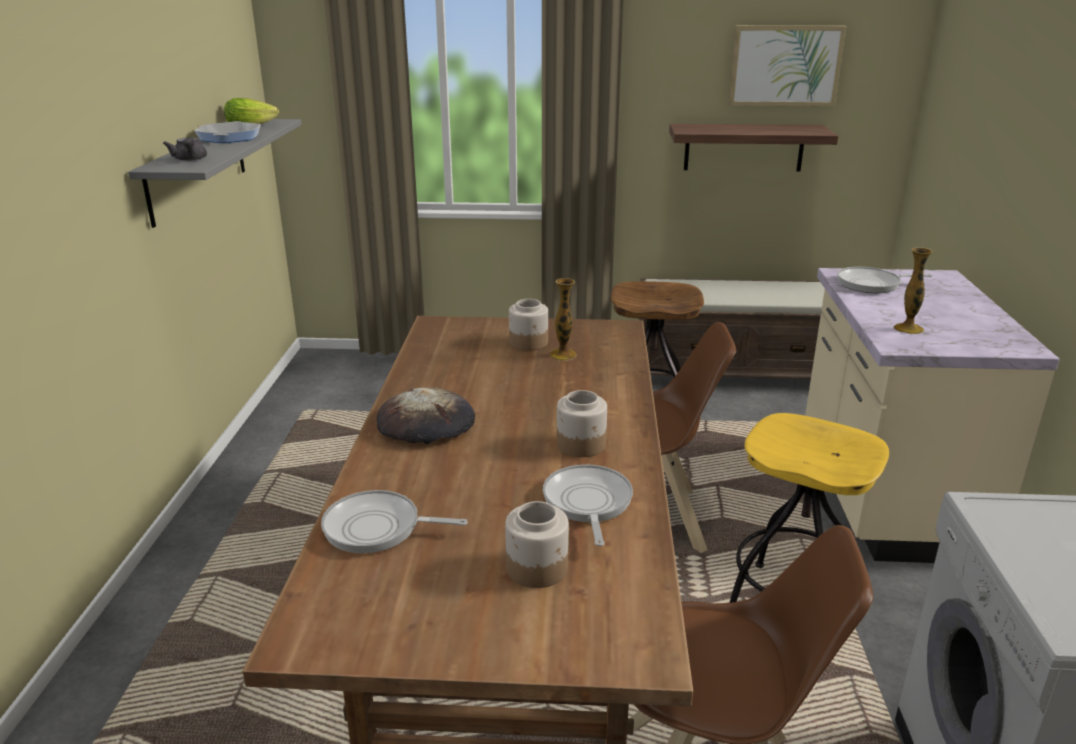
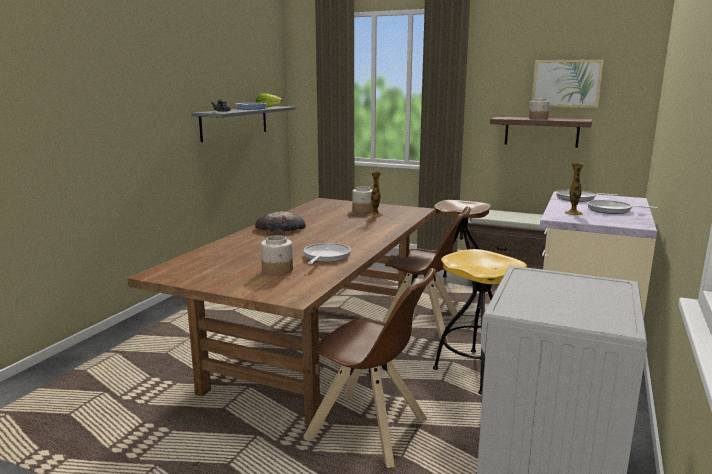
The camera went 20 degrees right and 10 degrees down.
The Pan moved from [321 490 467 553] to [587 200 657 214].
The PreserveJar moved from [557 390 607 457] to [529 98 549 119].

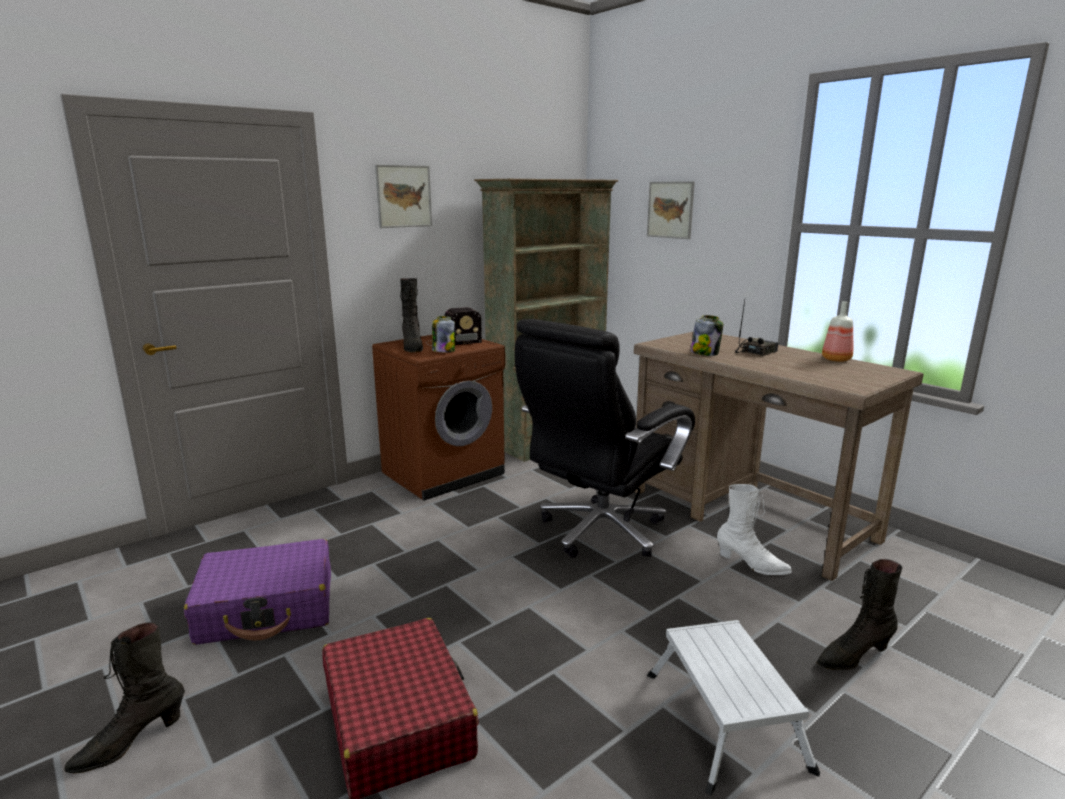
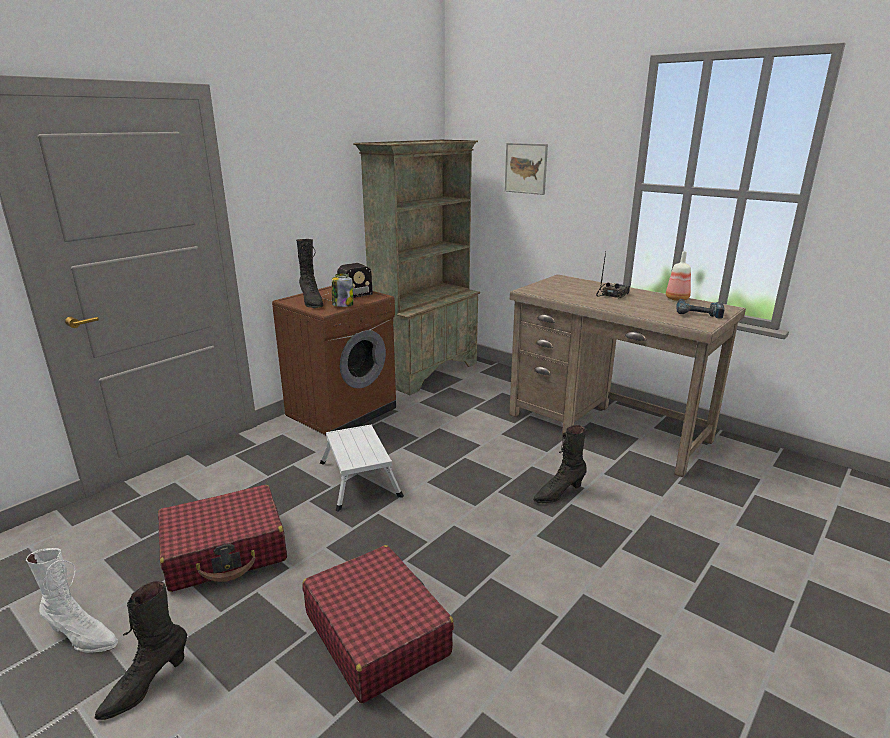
The camera went 10 degrees left and 5 degrees up.
The WallArt at [375 165 432 228] disappeared.
The BlackishOfficeChair at [515 319 695 558] disappeared.
The PreserveJar at [691 315 723 356] disappeared.
The PowerDrill at [676 299 725 319] appeared.
The WhiteColouredStepLadder moved from [647 620 820 796] to [319 424 404 512].
The WhiteColouredTallBoot moved from [717 484 791 575] to [26 548 118 653].
The BlackishTallBoot moved from [816 559 902 670] to [533 425 587 504].
The PurpleColouredPieceOfLuggage at [184 539 331 645] became the ReddishPieceOfLuggage at [158 485 287 592].

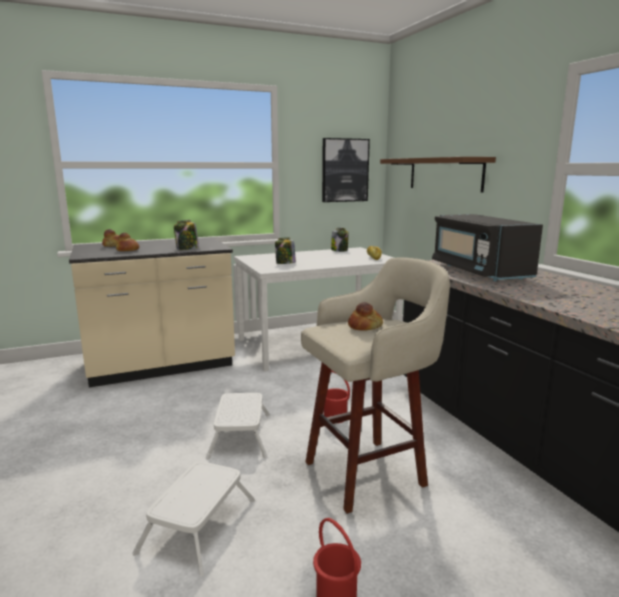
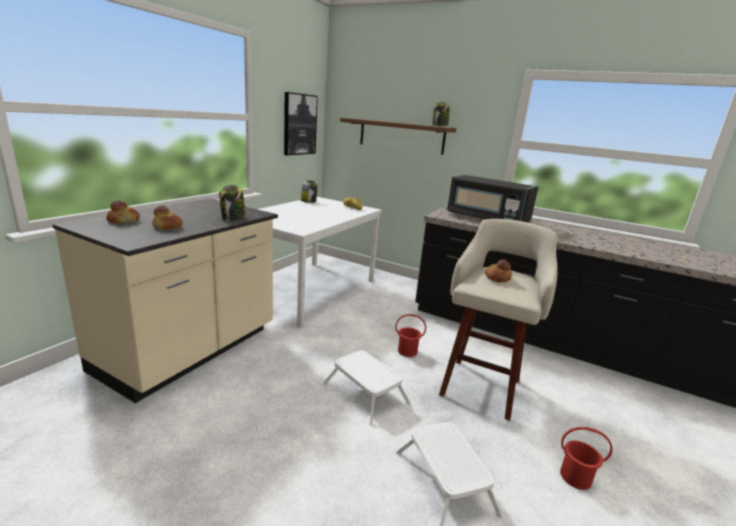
The camera went 40 degrees left and 5 degrees up.
The PreserveJar moved from [275 237 296 264] to [432 103 450 126].

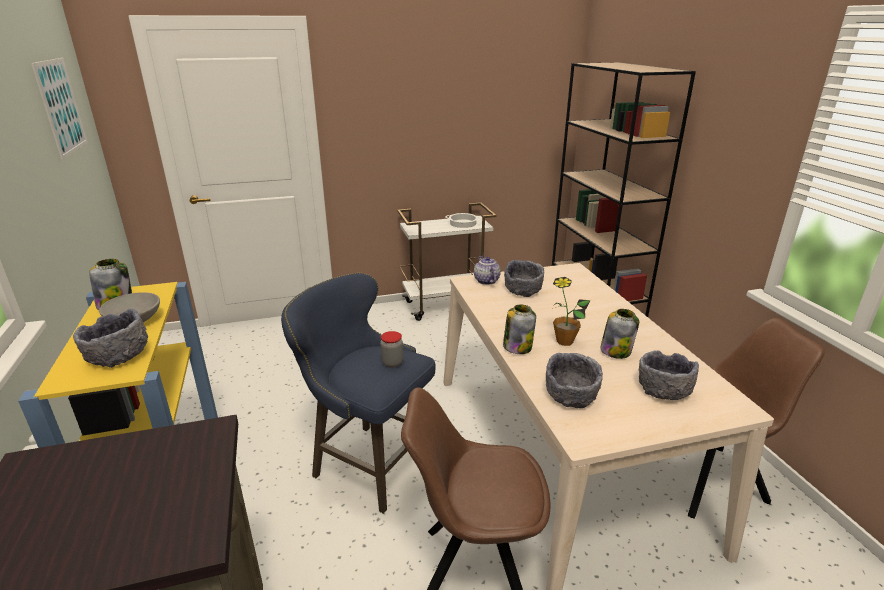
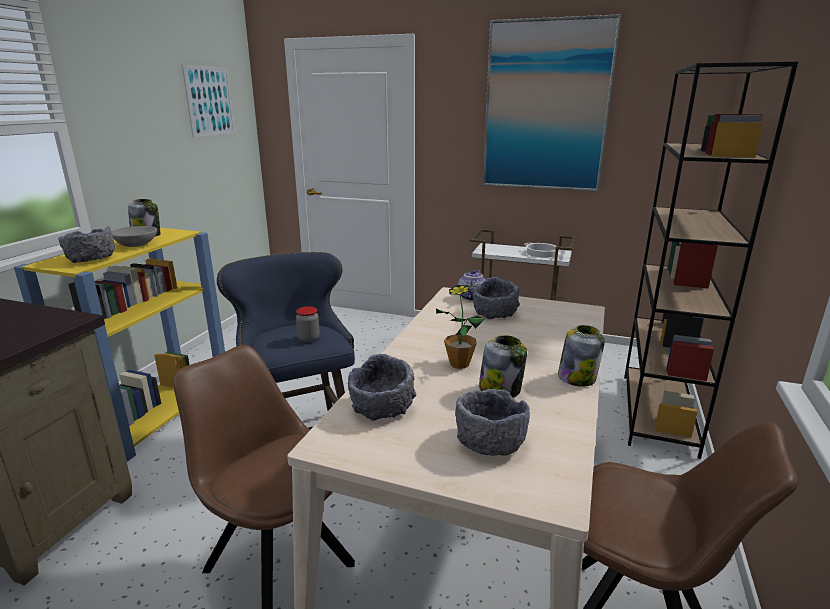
The camera went 35 degrees right and 5 degrees down.
The WallArt at [482 14 621 192] appeared.
The PreserveJar moved from [503 304 536 354] to [558 325 605 387].

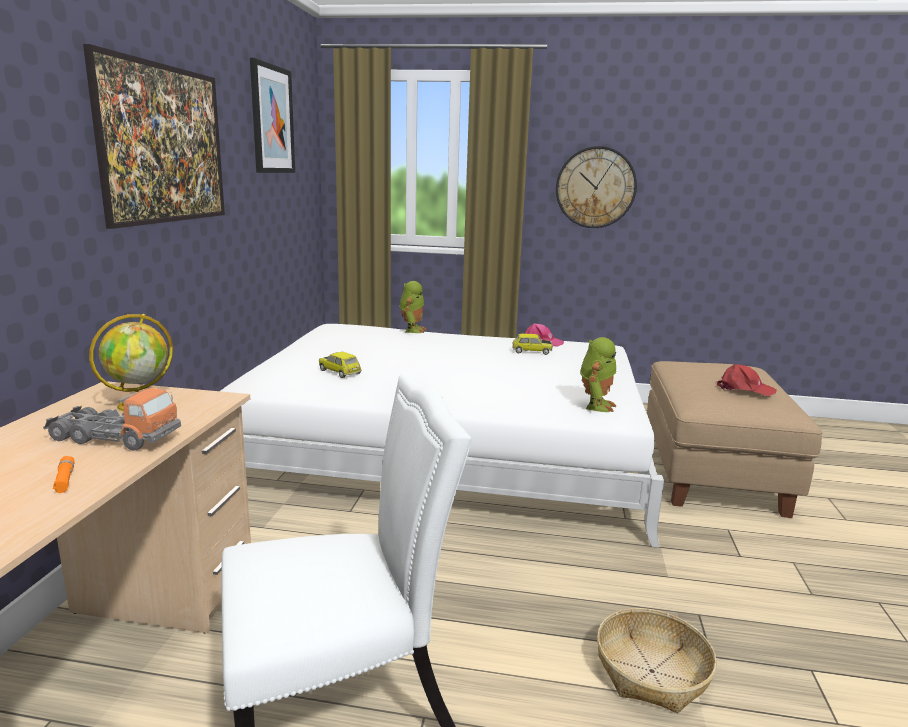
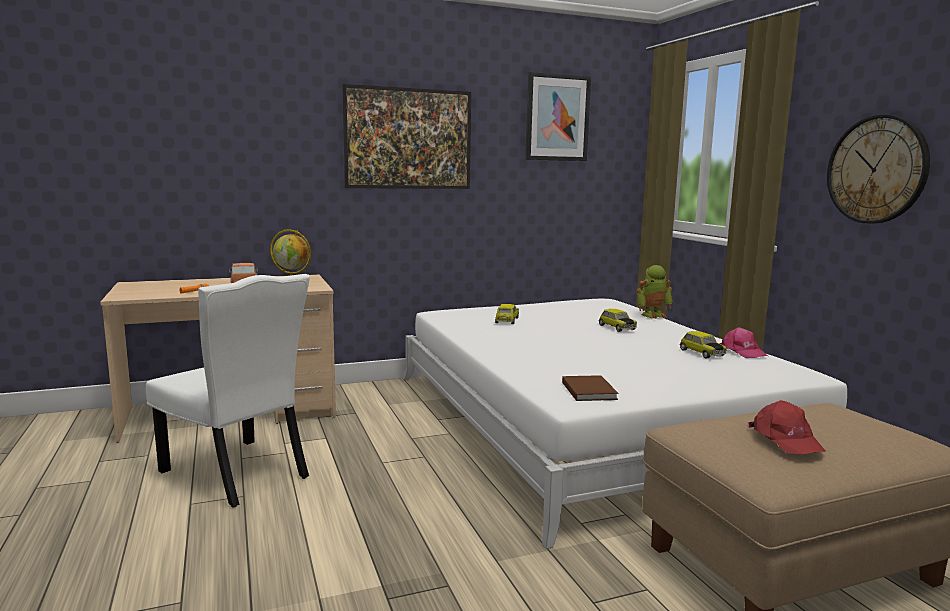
The camera went 60 degrees right and 5 degrees down.
The HouseholdBasket at [597 608 717 713] disappeared.
The MiniatureCar at [598 309 637 332] appeared.
The ToyRobot at [580 337 616 412] was replaced by the BrownishVolume at [562 375 618 401].

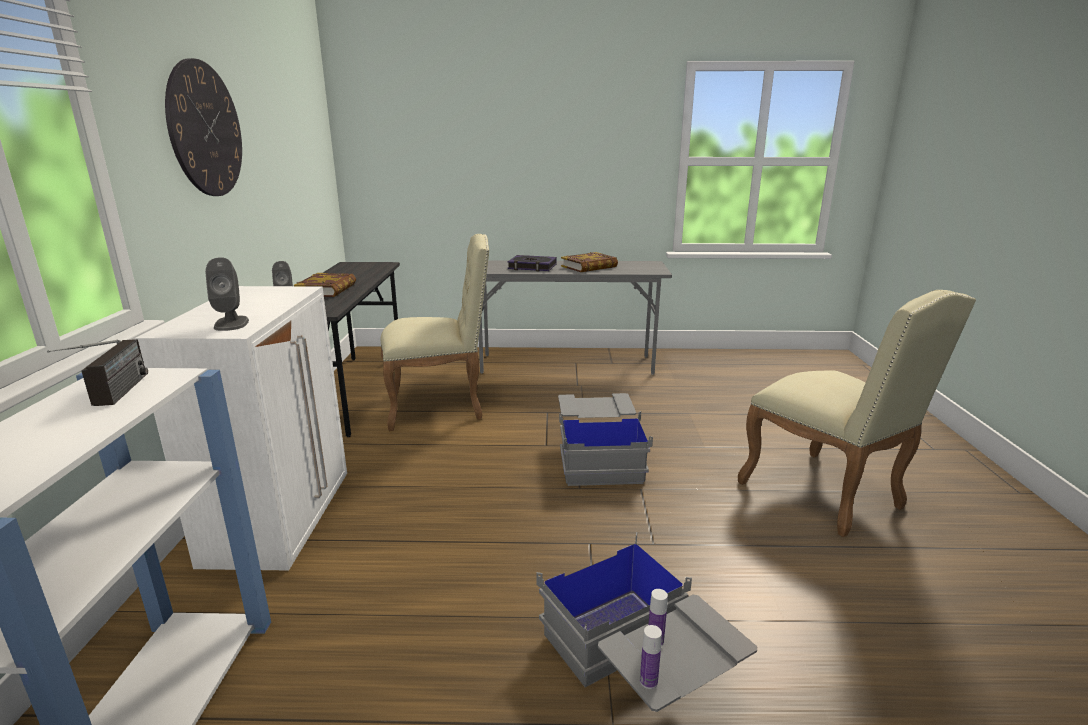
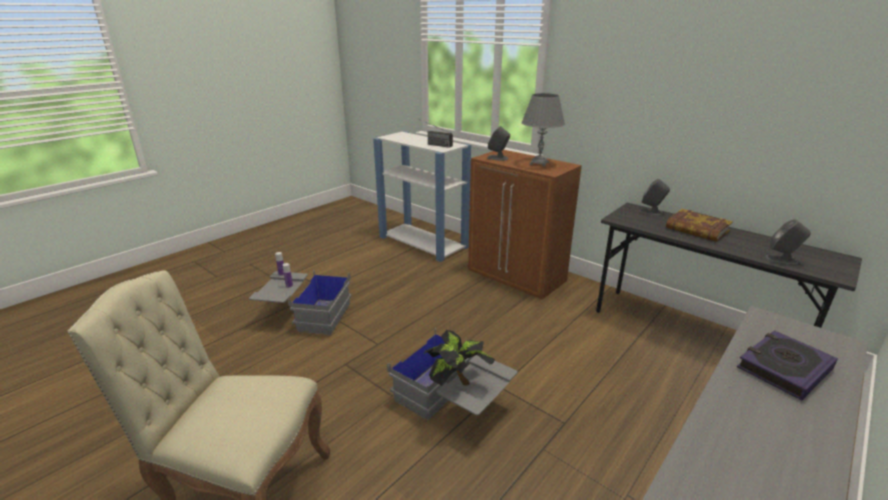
The camera went 130 degrees right and 5 degrees up.
The WallClock at [165 58 242 196] disappeared.
The BeigeColouredChair at [381 234 489 431] disappeared.
The Volume at [561 252 618 272] disappeared.
The PlantInAPot at [424 330 496 386] appeared.
The GreyLampForATable at [521 93 565 167] appeared.
The GreyLoudspeaker at [765 219 811 266] appeared.
The WhiteColouredCabinet at [135 286 347 570] became the BrownishCabinet at [468 150 582 300].

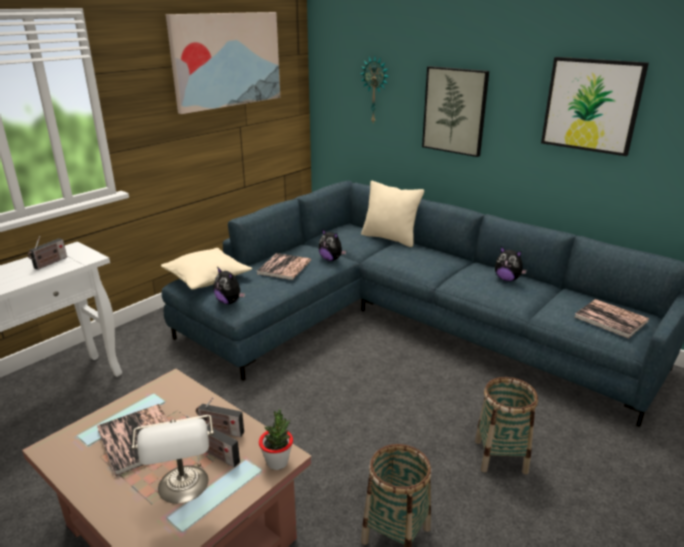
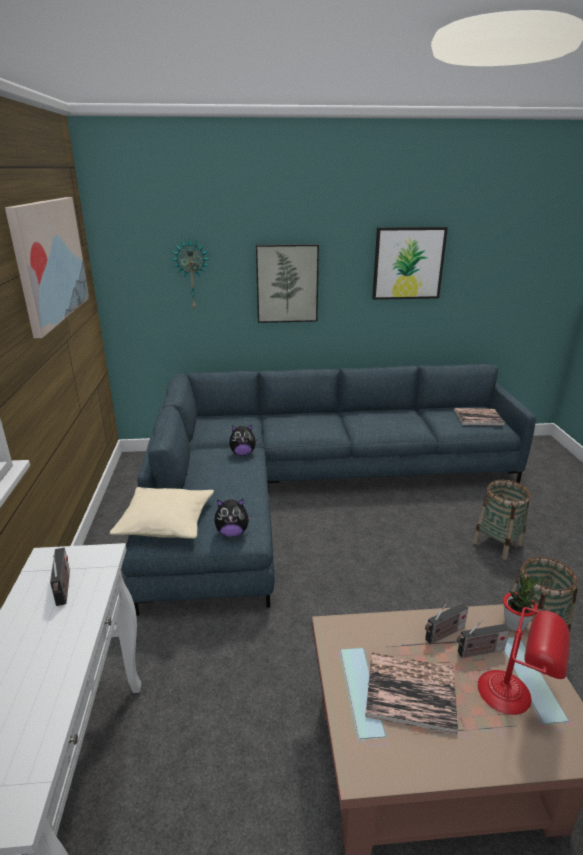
The camera went 45 degrees left and 0 degrees up.
The Volume at [257 253 311 280] disappeared.
The BeigeColouredCushion at [361 181 424 247] disappeared.
The SoftToy at [495 246 527 281] disappeared.
The WhiteColouredLampForATable at [131 415 214 504] became the ReddishLampForATable at [478 607 570 715].

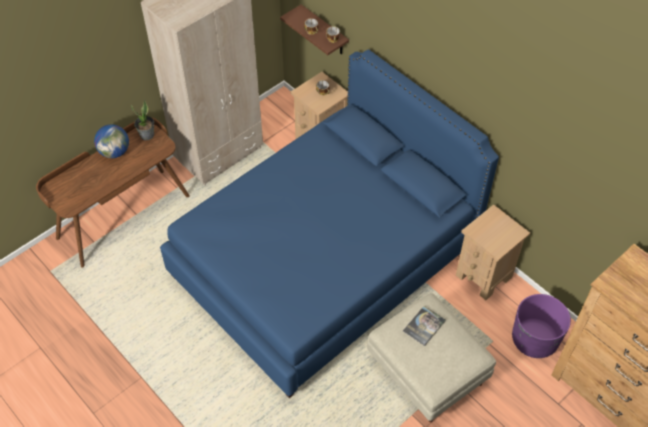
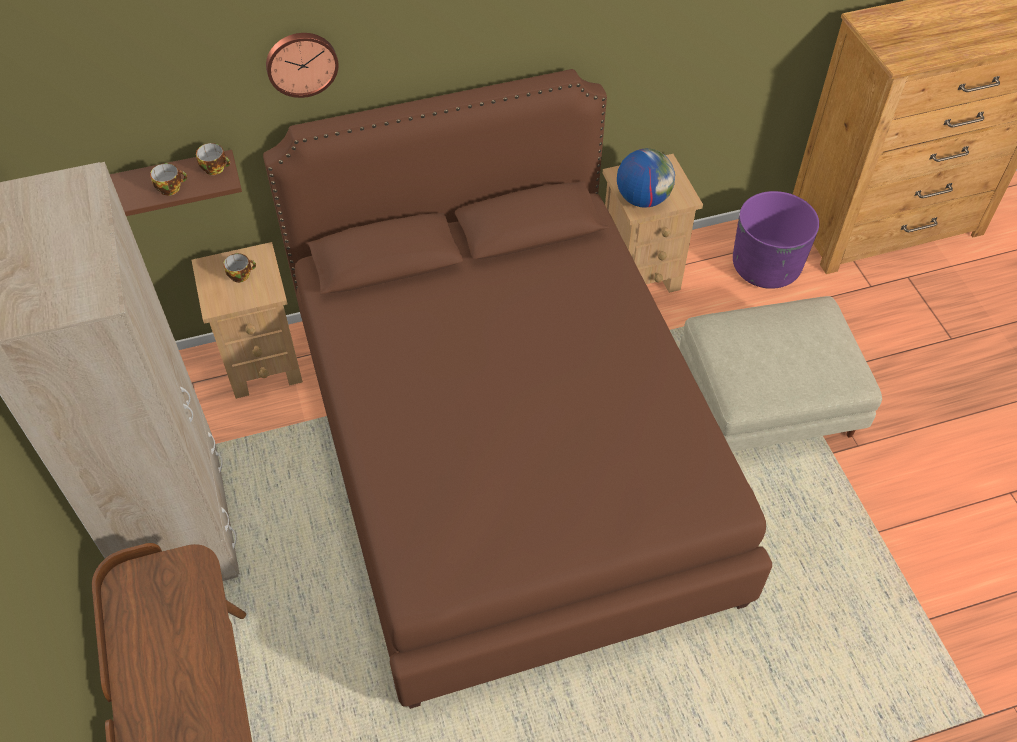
The camera went 65 degrees left and 0 degrees up.
The PlantInAPot at [131 99 154 140] disappeared.
The Volume at [403 306 446 346] disappeared.
The WallClock at [266 33 339 98] appeared.
The Globe moved from [94 124 129 158] to [617 148 675 208].
The BluishBedroomBed at [160 49 499 398] became the BrownishBedroomBed at [263 69 772 709].

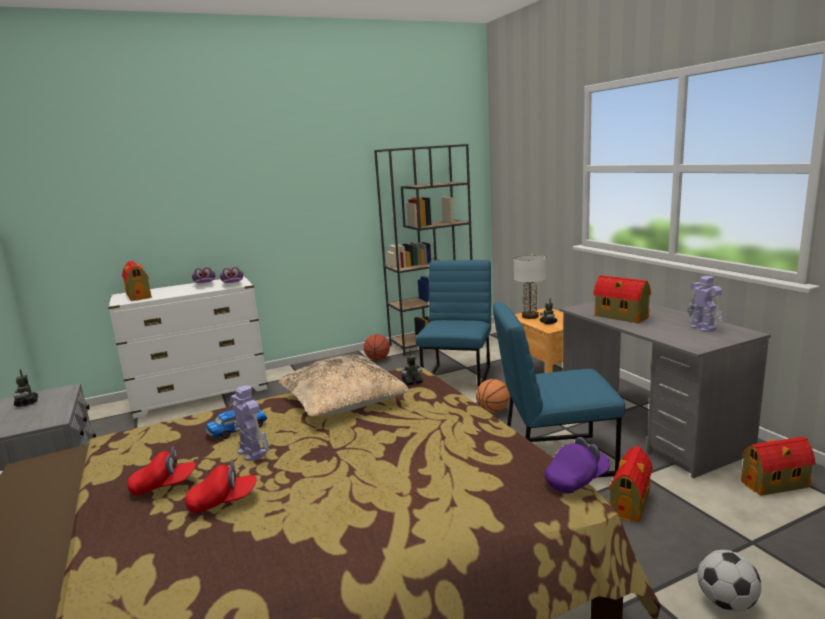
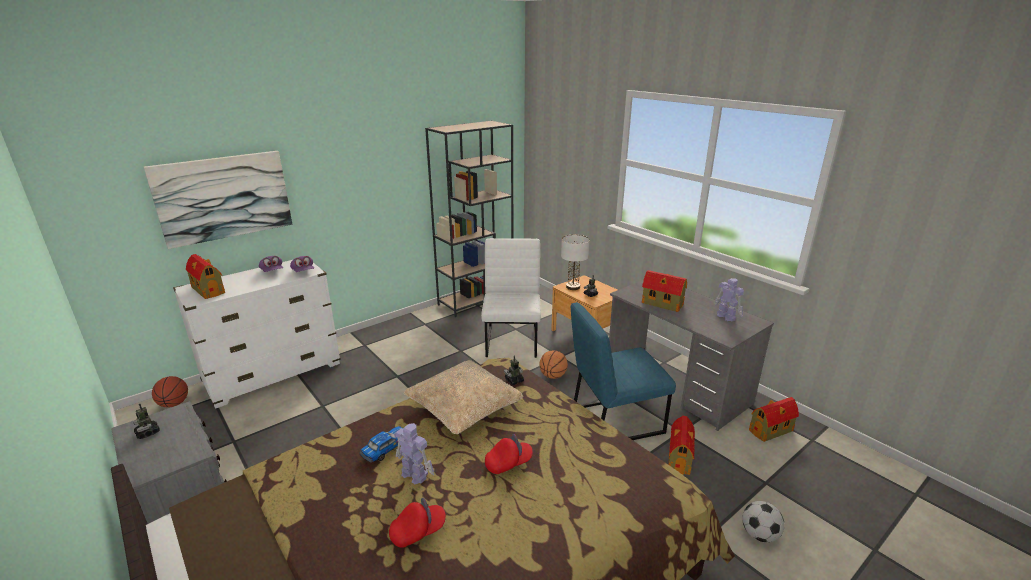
The camera went 15 degrees left and 10 degrees up.
The PurpleColouredBaseballCap at [545 437 610 493] disappeared.
The WallArt at [144 151 292 249] appeared.
The ReddishBaseballCap moved from [127 446 196 496] to [485 434 533 474].
The BasketballBall moved from [364 334 390 361] to [152 376 188 407].
The BluishChair at [416 260 491 387] became the WhiteColouredChair at [481 238 541 358].

